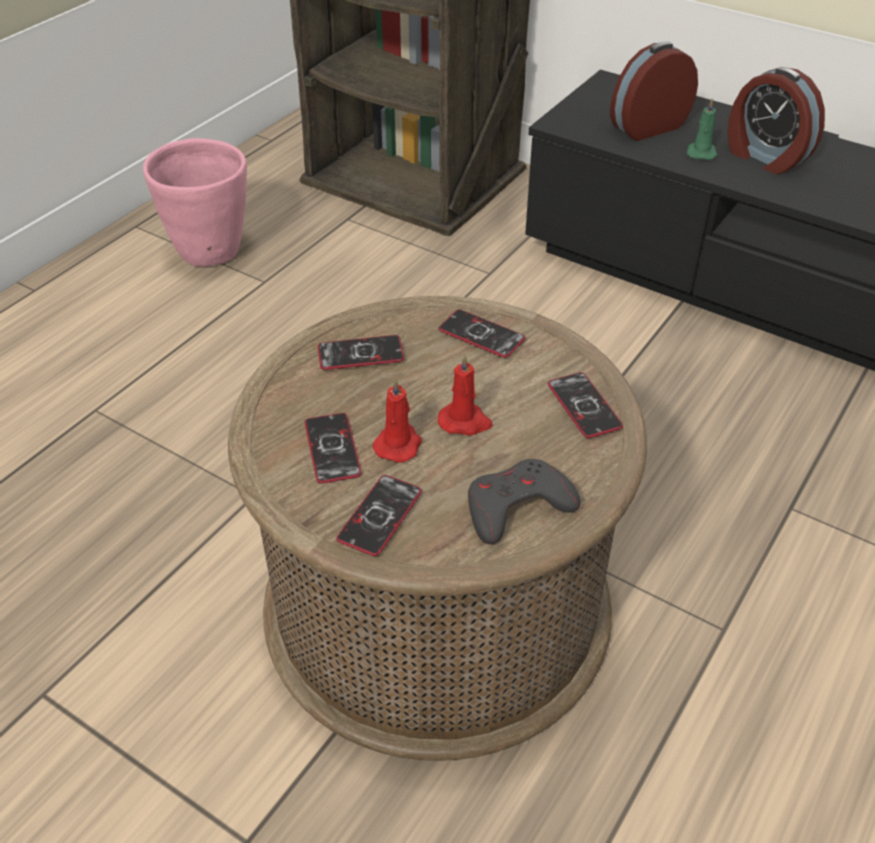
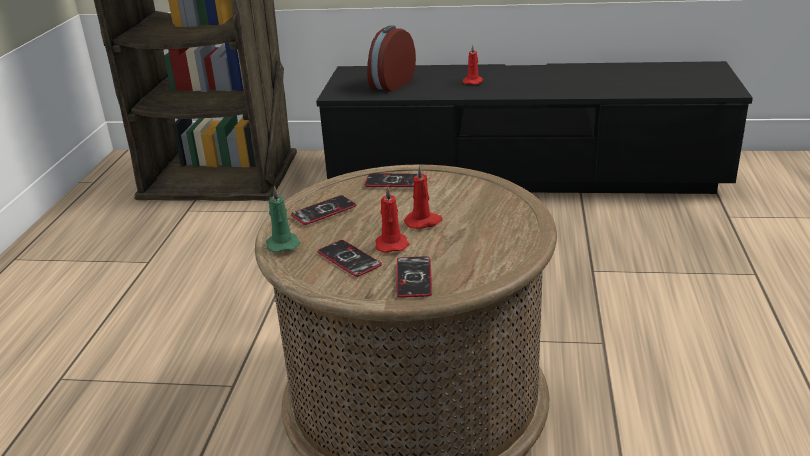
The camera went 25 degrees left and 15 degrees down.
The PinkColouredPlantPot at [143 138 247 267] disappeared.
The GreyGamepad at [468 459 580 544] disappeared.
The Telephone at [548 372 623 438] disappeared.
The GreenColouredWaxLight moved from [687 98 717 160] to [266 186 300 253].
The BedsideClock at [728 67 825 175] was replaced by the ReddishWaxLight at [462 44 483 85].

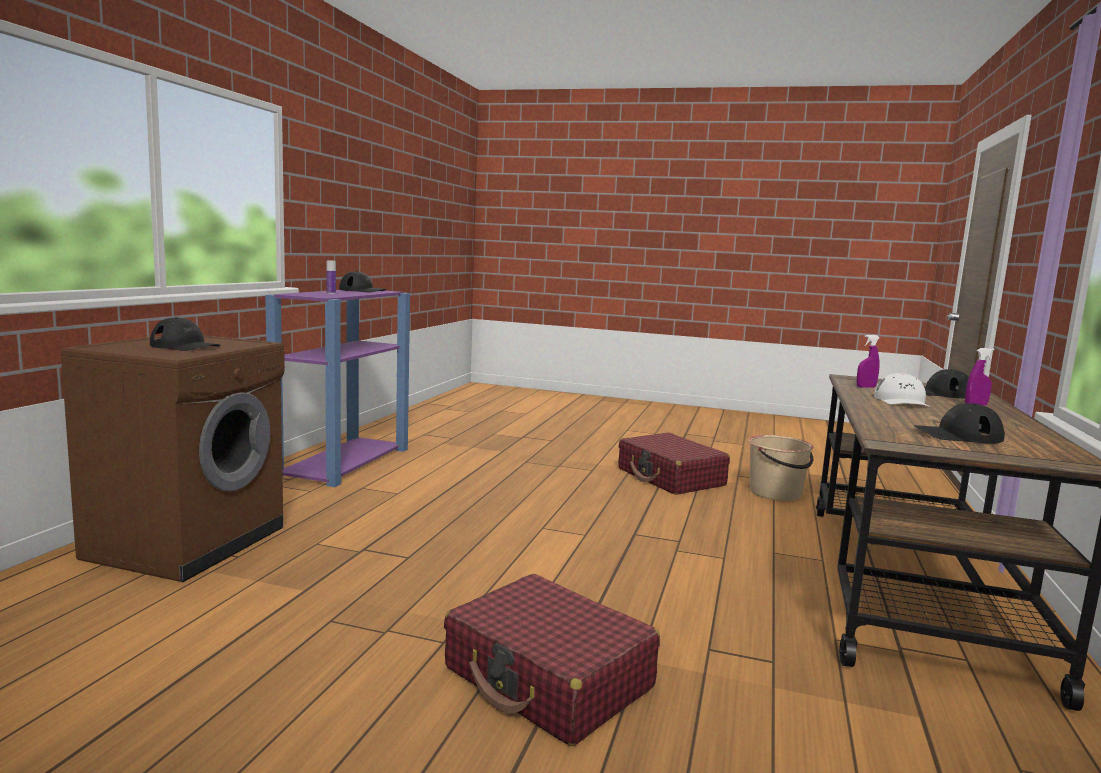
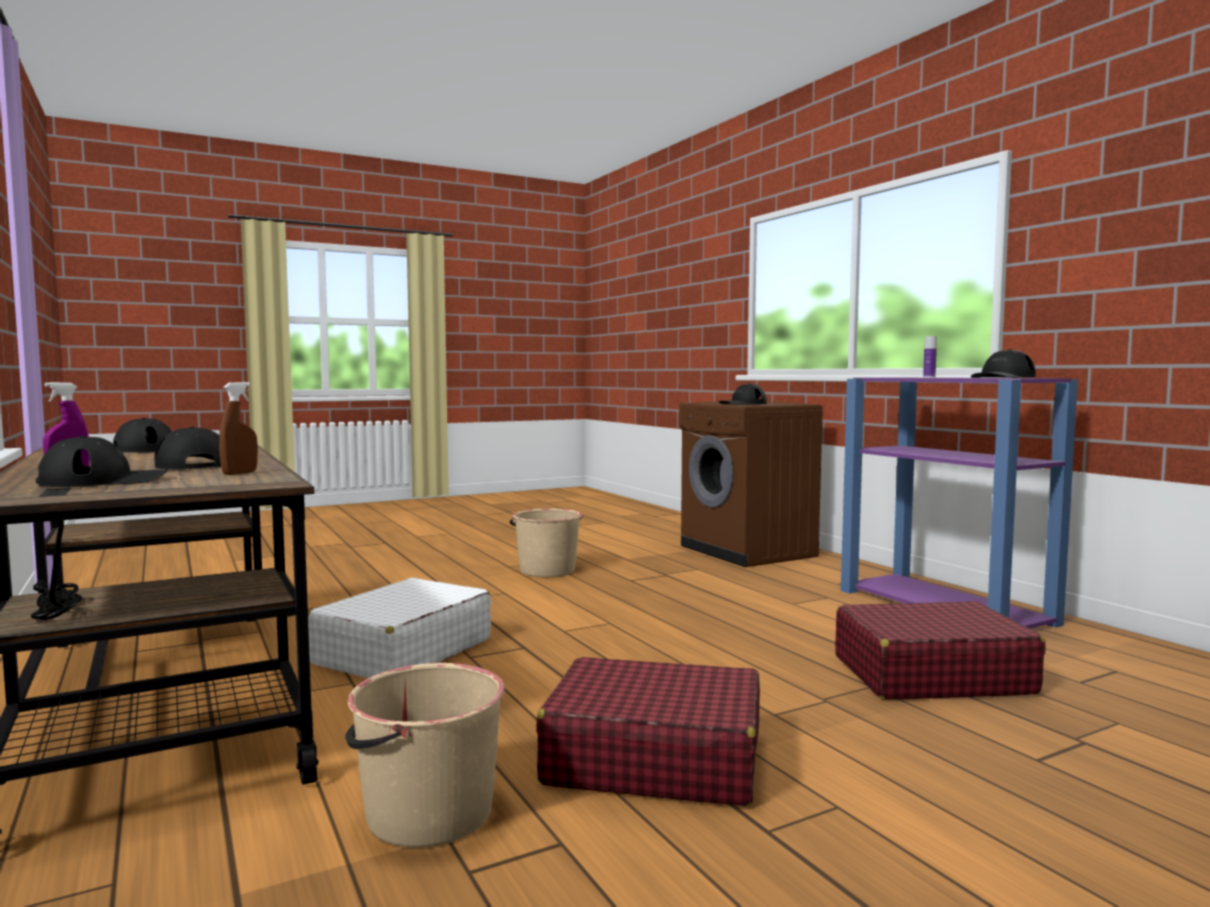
The camera went 135 degrees right and 5 degrees down.
The WhiteColouredPieceOfLuggage at [308 578 491 678] appeared.
The BeigeColouredWaterBucket at [510 508 583 577] appeared.
The ReddishPieceOfLuggage moved from [444 574 660 746] to [835 601 1045 700].
The PurpleColouredSprayBottle at [857 335 880 388] became the BrownishSprayBottle at [219 382 258 475].
The WhiteColouredBaseballCap at [874 373 930 407] became the BlackishBaseballCap at [154 427 221 469].

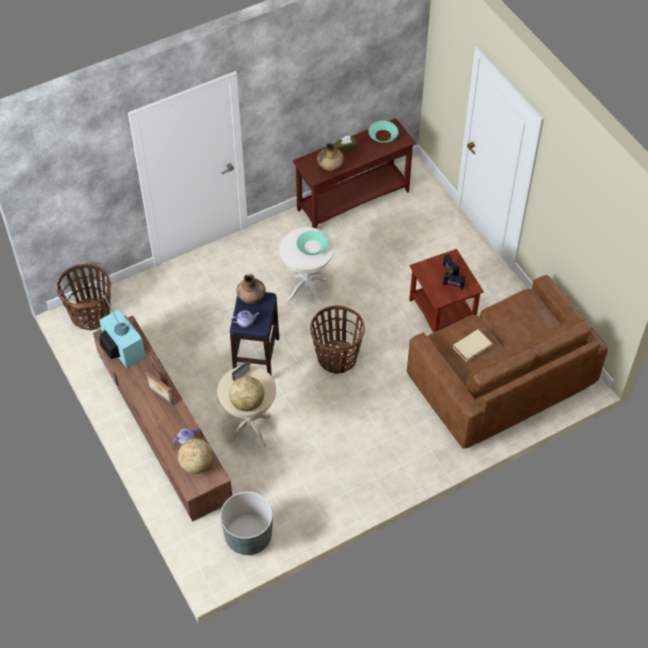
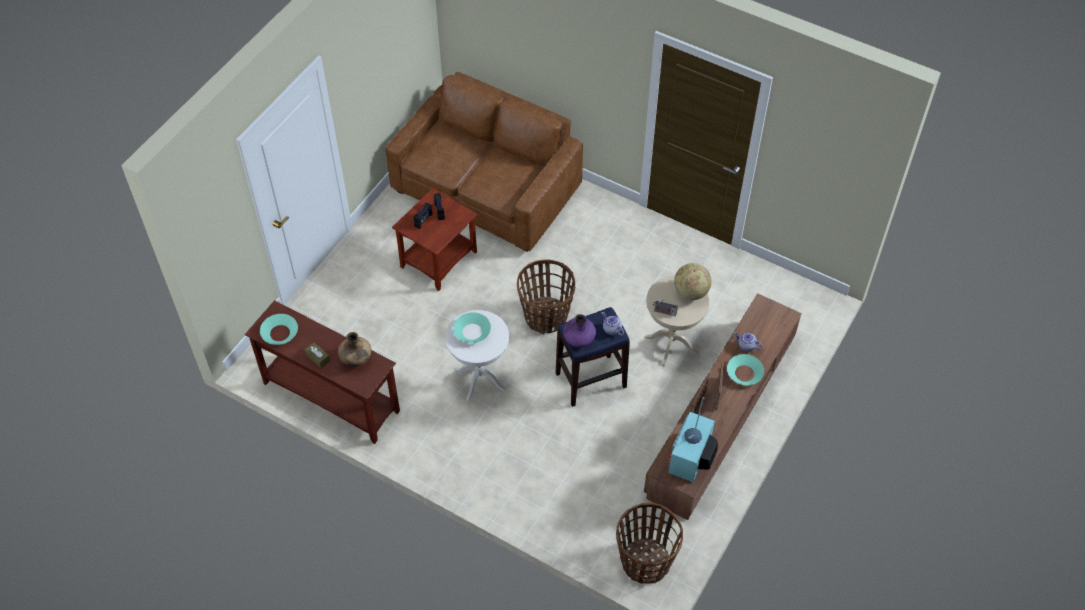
The camera went 120 degrees left and 0 degrees up.
The Globe at [178 438 213 474] disappeared.
The GreyPlantPot at [220 492 273 555] disappeared.
The BeigeColouredVolume at [453 329 492 362] disappeared.
The BlueGreenServingBowl at [727 354 764 385] appeared.
The BrownishFlowerVase at [236 274 266 304] became the PurpleColouredFlowerVase at [563 314 596 348].

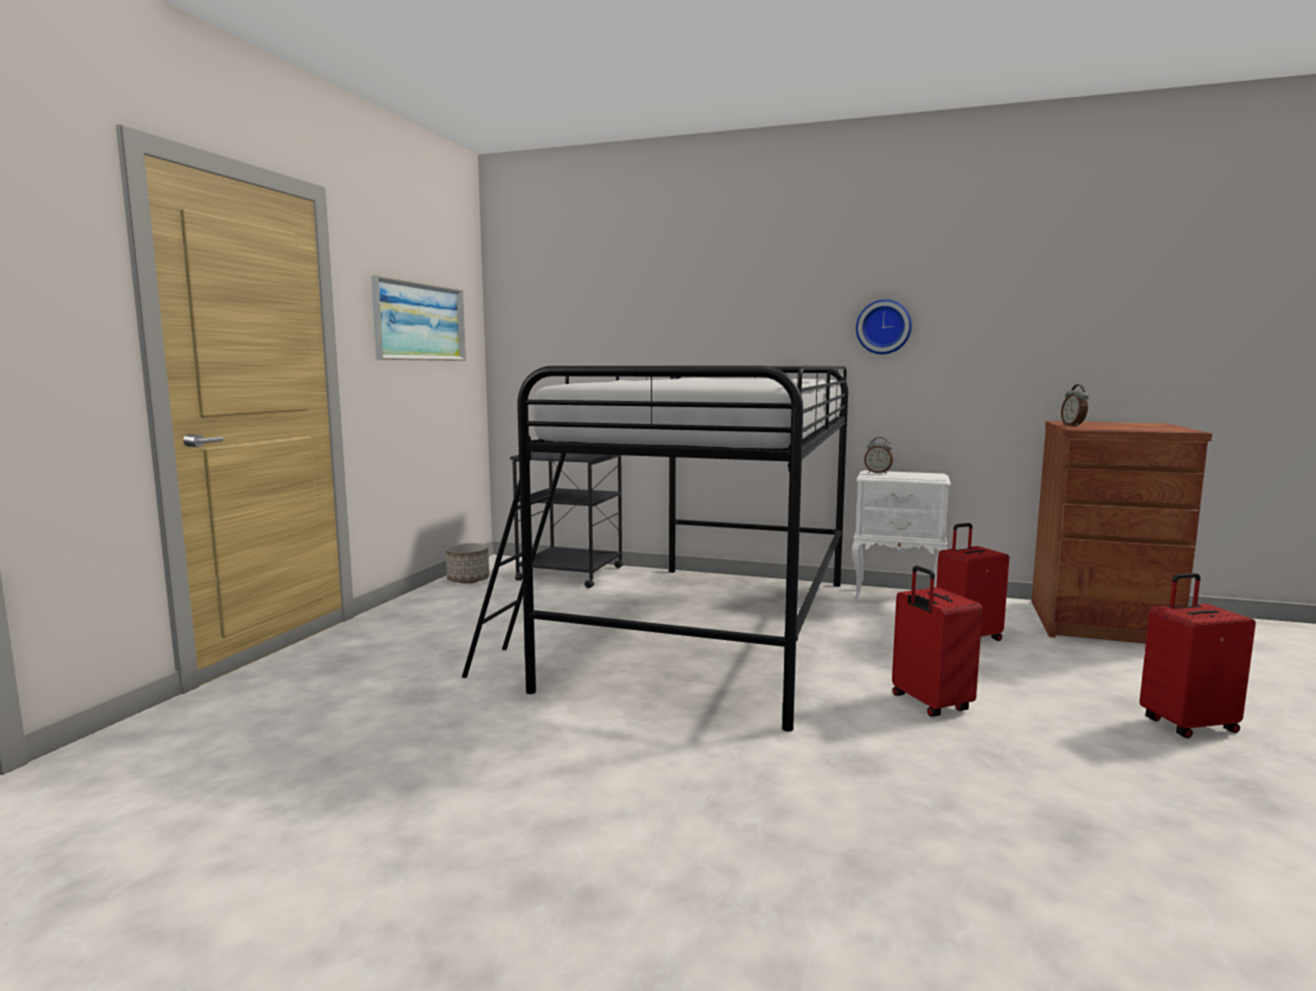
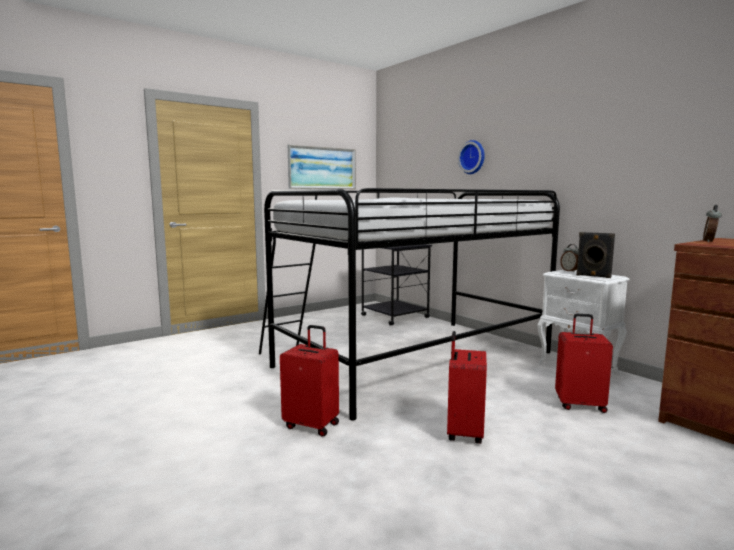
The camera went 35 degrees right and 0 degrees up.
The PlantPot at [446 543 489 583] disappeared.
The BlackishLoudspeaker at [576 232 615 278] appeared.
The WallClock moved from [856 299 912 354] to [458 140 485 174].
The ReddishPieceOfLuggage moved from [1139 573 1256 738] to [280 325 339 437].

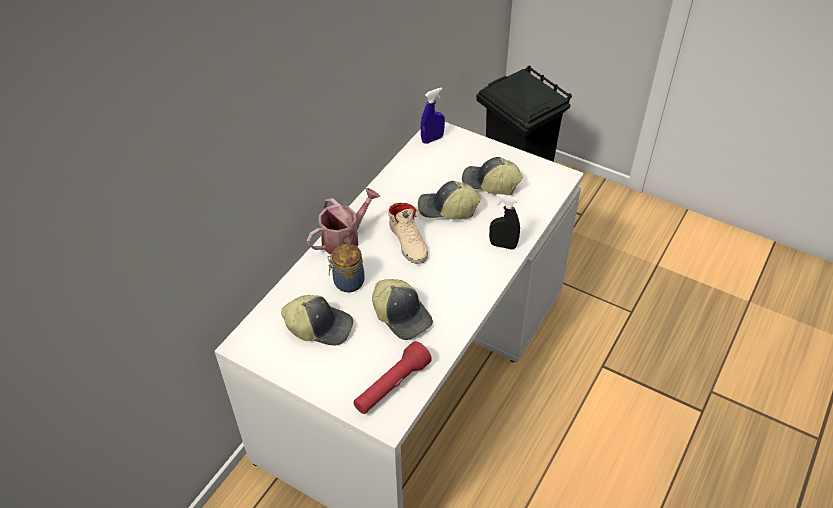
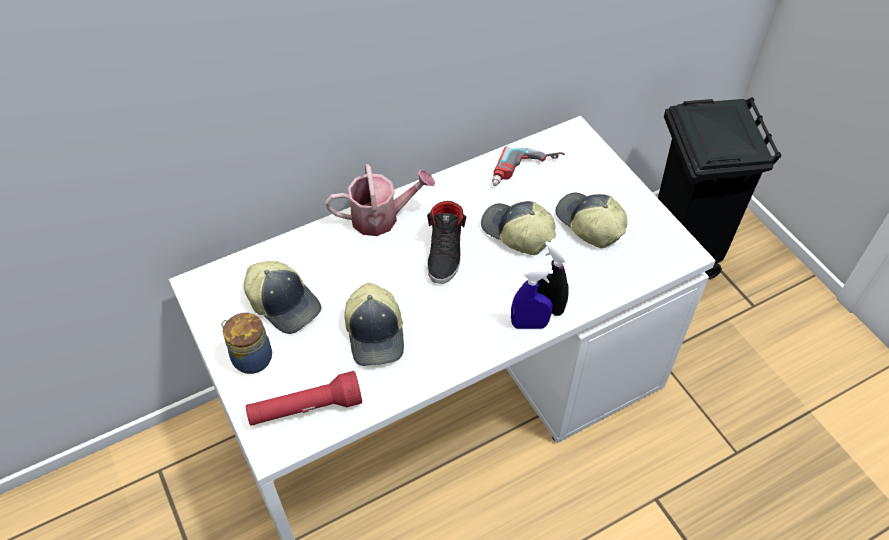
The camera went 30 degrees right and 5 degrees up.
The PowerDrill at [492 146 565 186] appeared.
The PreserveJar moved from [328 244 365 292] to [221 313 272 374].
The BluishSprayBottle moved from [421 87 445 144] to [511 269 553 329].
The BeigeColouredItemOfFootwear at [388 203 428 264] became the BlackishItemOfFootwear at [427 201 466 284].

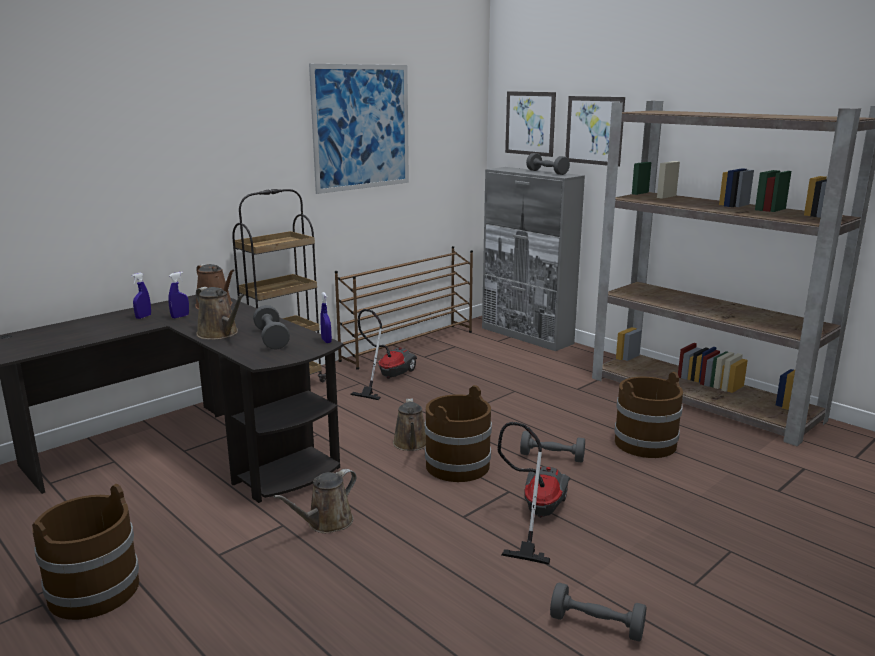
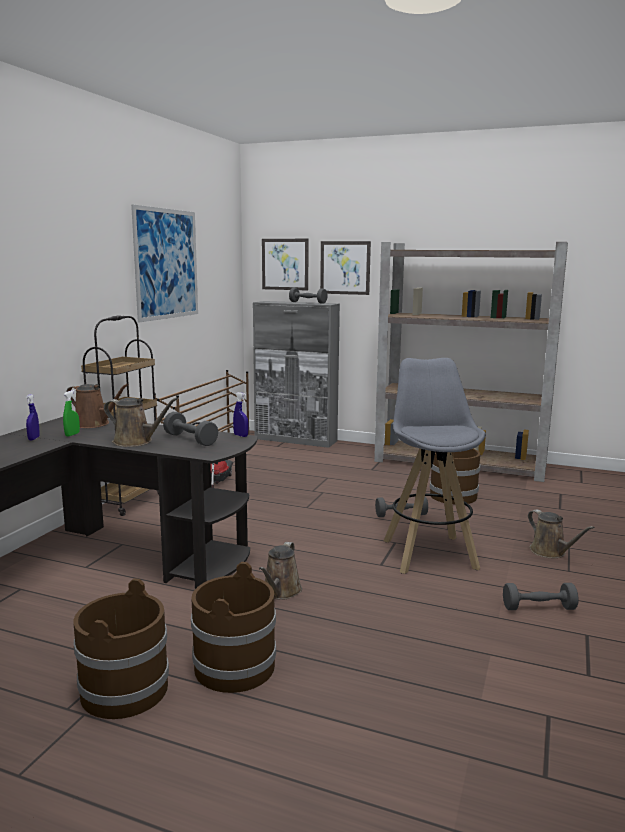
The camera went 25 degrees left and 5 degrees down.
The BrownishWateringCan moved from [393 398 426 451] to [528 509 595 558].
The BrownishWaterBucket moved from [425 385 492 482] to [191 562 276 693].
The Hoover at [497 422 570 565] was replaced by the GreySittingStool at [384 358 486 574].
The BluishSprayBottle at [168 272 189 318] became the GreenColouredSprayBottle at [63 390 80 436].

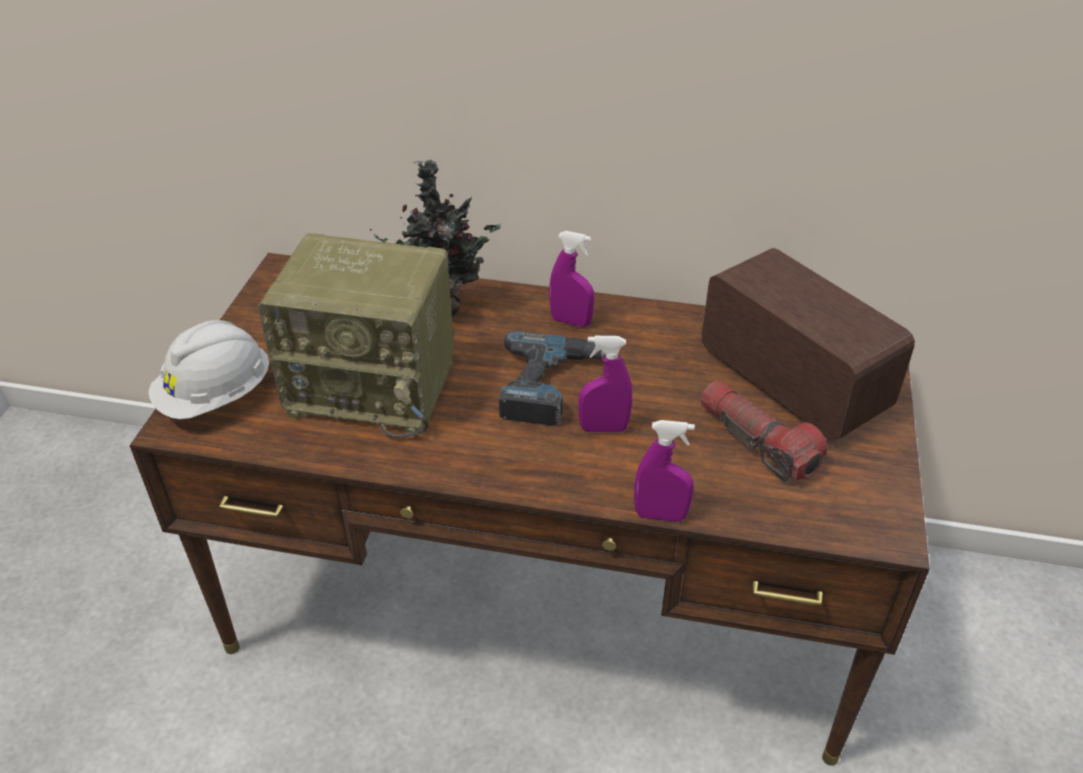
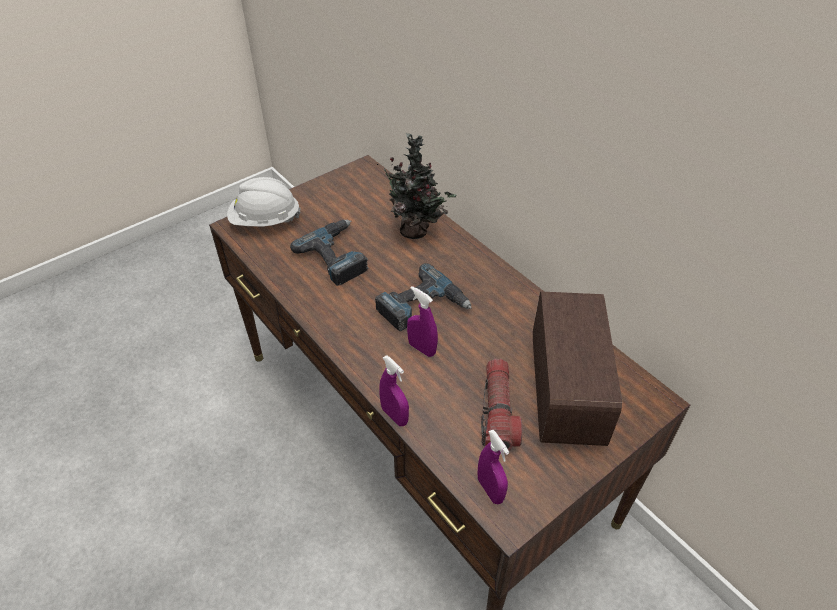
The camera went 40 degrees right and 5 degrees up.
The PurpleColouredSprayBottle moved from [549 231 595 327] to [477 430 509 504].
The RadioReceiver at [258 233 454 438] was replaced by the PowerDrill at [290 219 368 286].

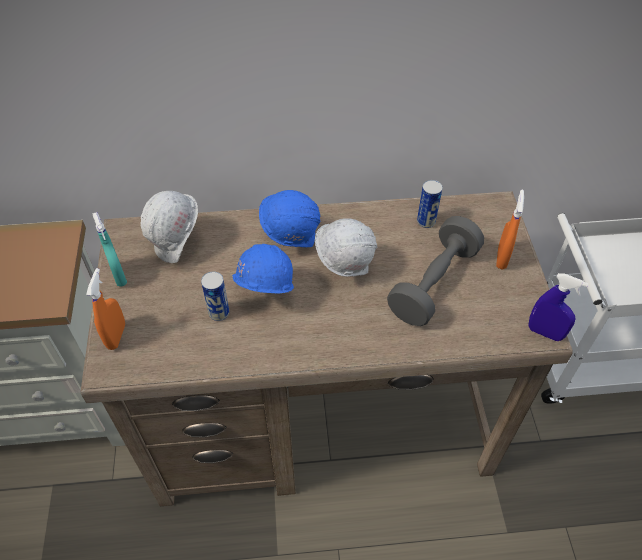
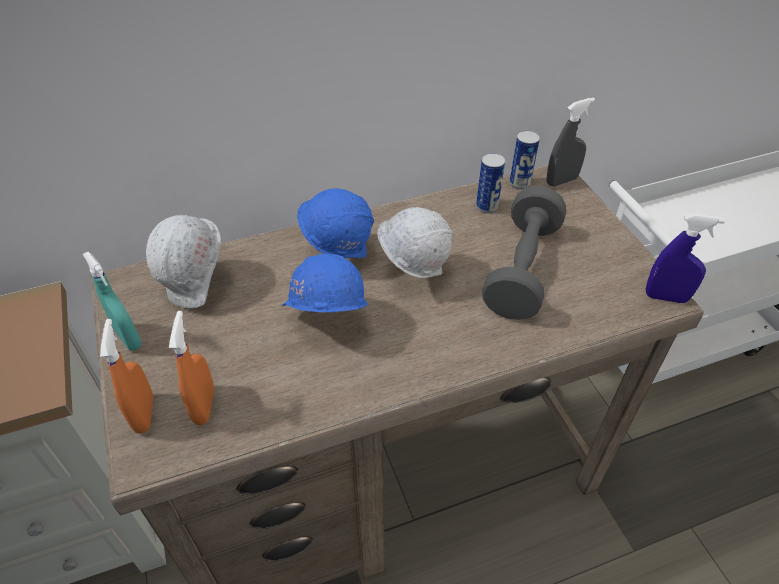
The camera went 15 degrees left and 5 degrees down.
The GreySprayBottle at [546 97 595 186] appeared.
The SealedCan moved from [201 271 229 321] to [510 130 540 189].
The OrangeSprayBottle moved from [496 190 524 269] to [169 311 214 425].

